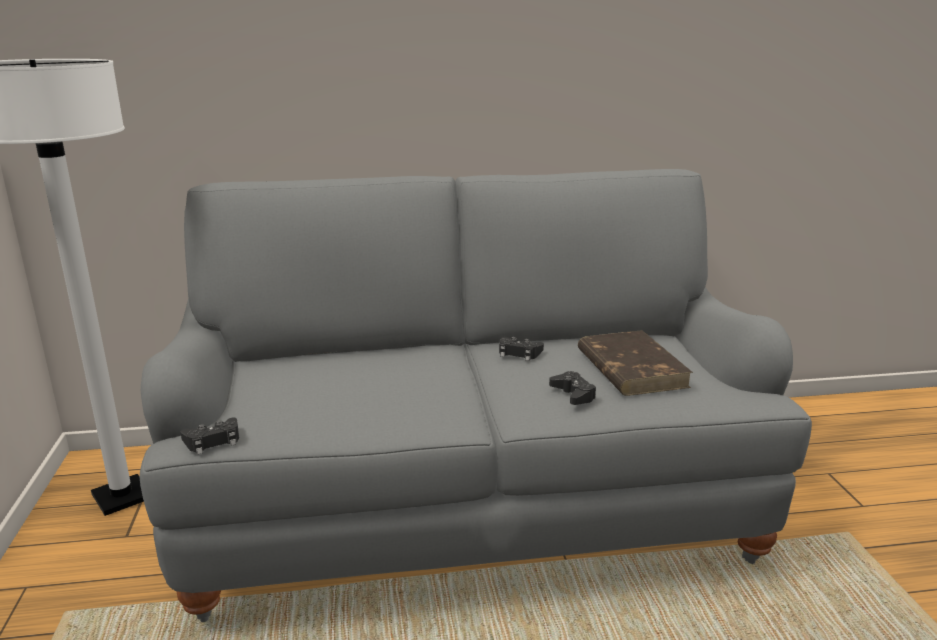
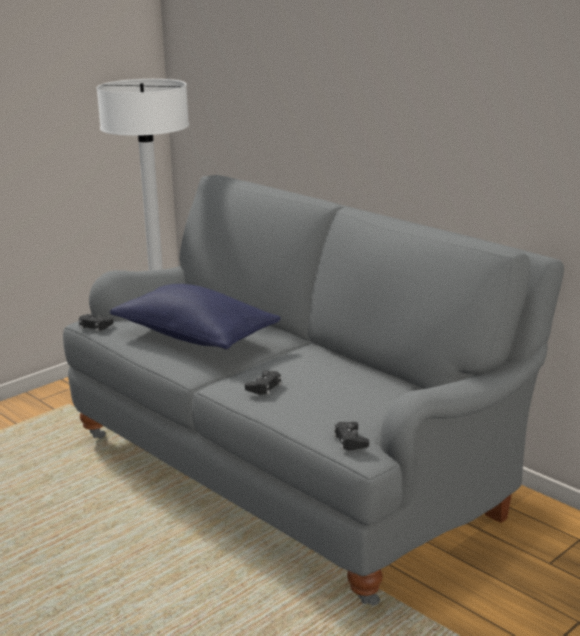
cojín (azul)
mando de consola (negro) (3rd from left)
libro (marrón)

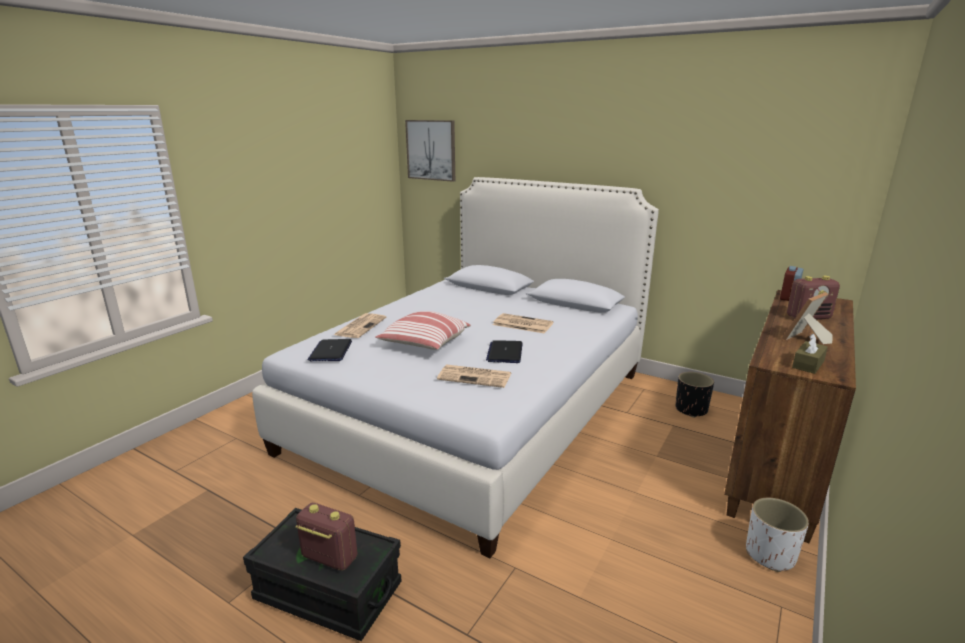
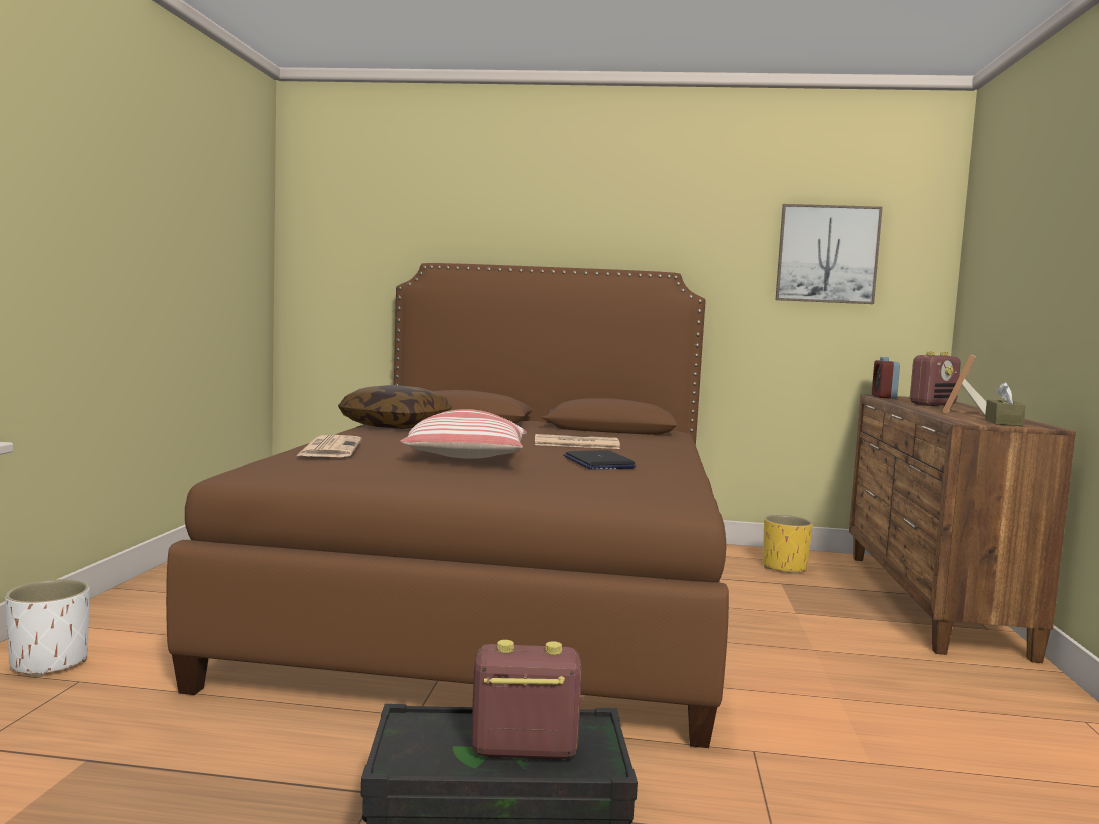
maceta (blanco)
cama (marrón)
cojín (1st from left)
maceta (amarillo)
cuadro
portátil (1st from left in the first image)
periódico (2nd from left in the first image)

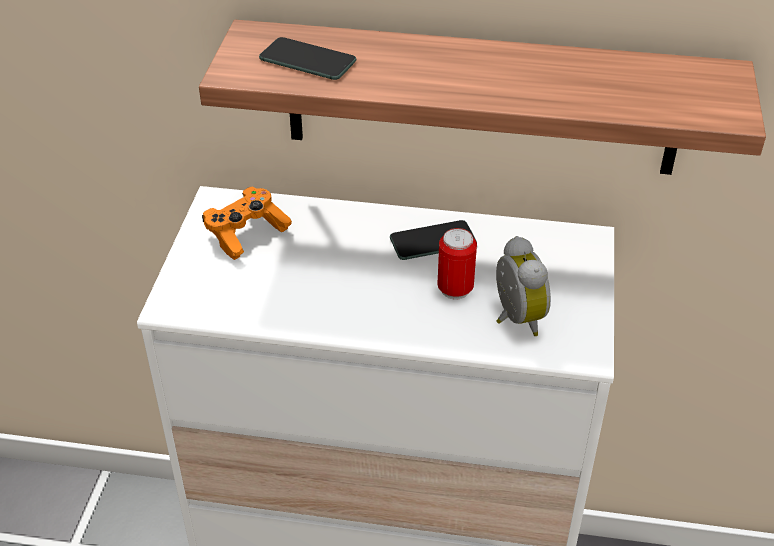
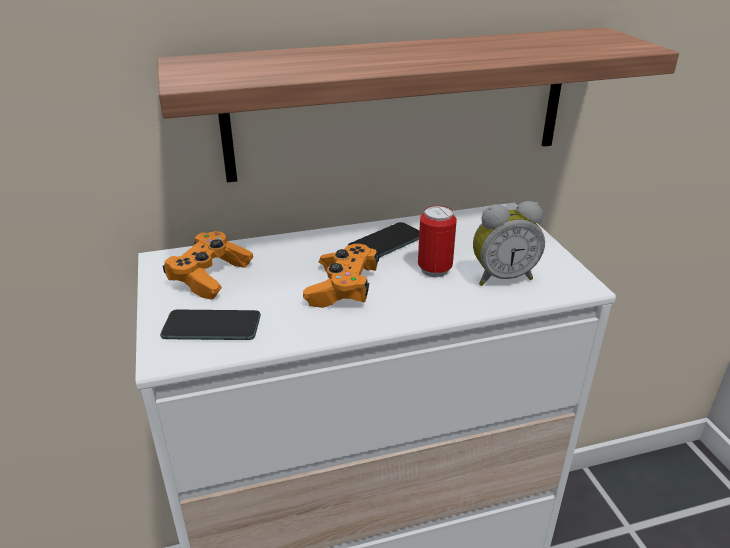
móvil (1st from left)
mando de consola (naranja) (2nd from left)
despertador

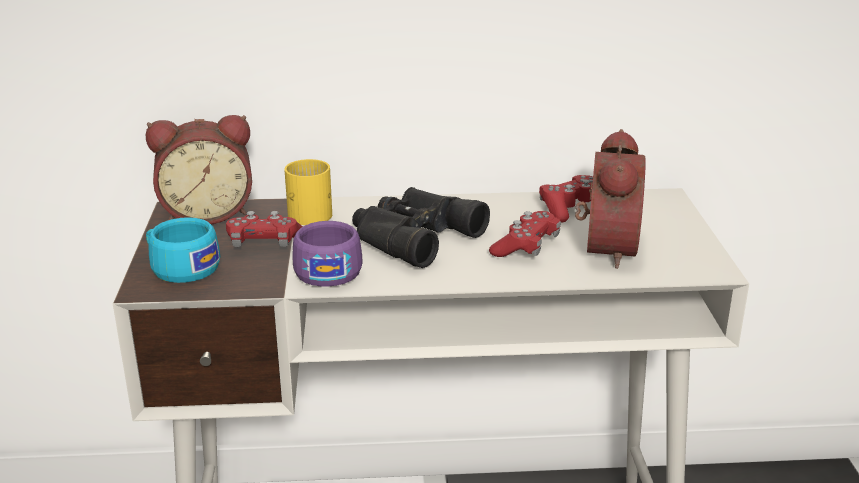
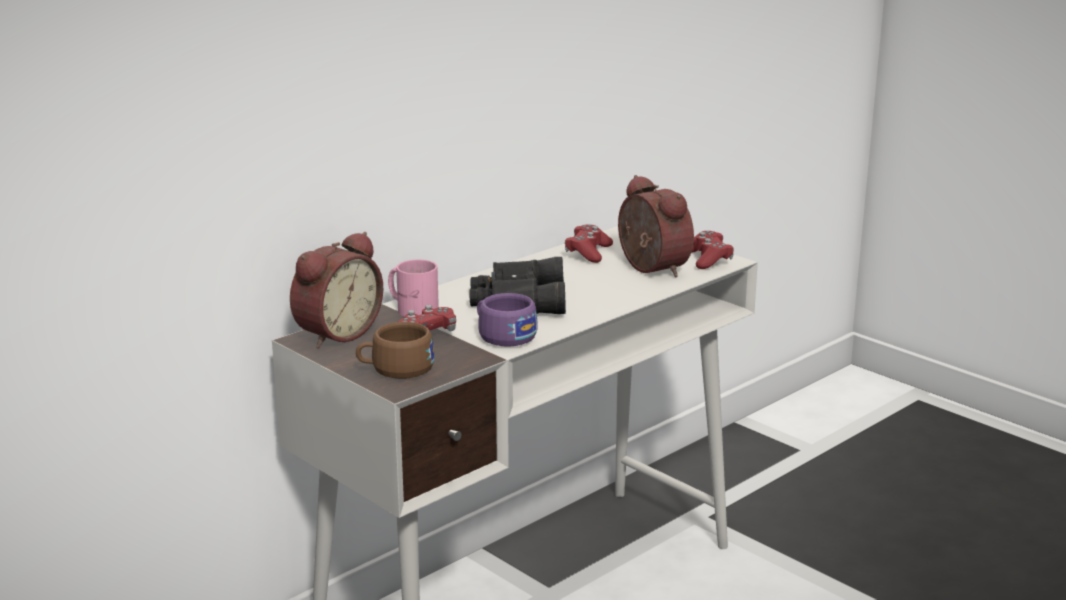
taza (marrón)
taza grande (rosa)
mando de consola (rojo) (3rd from left)

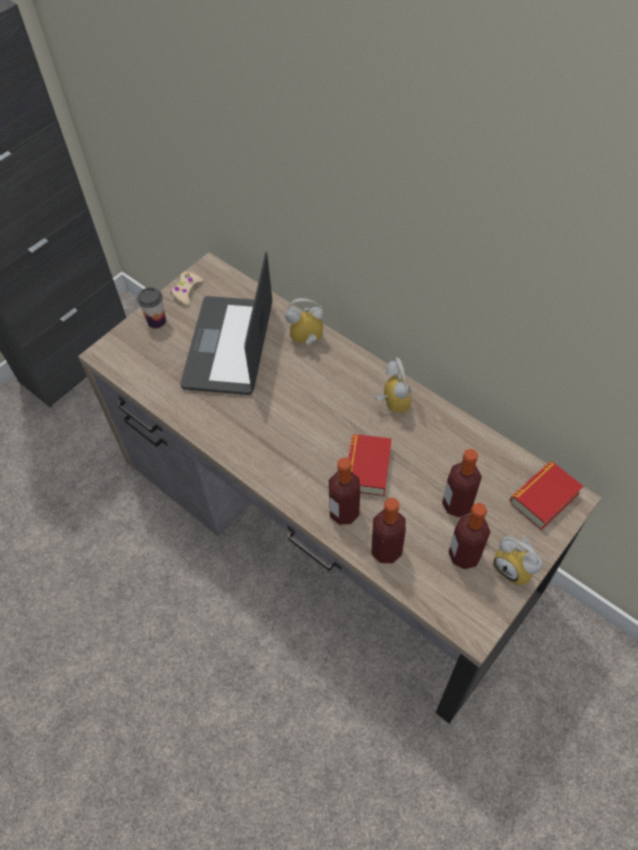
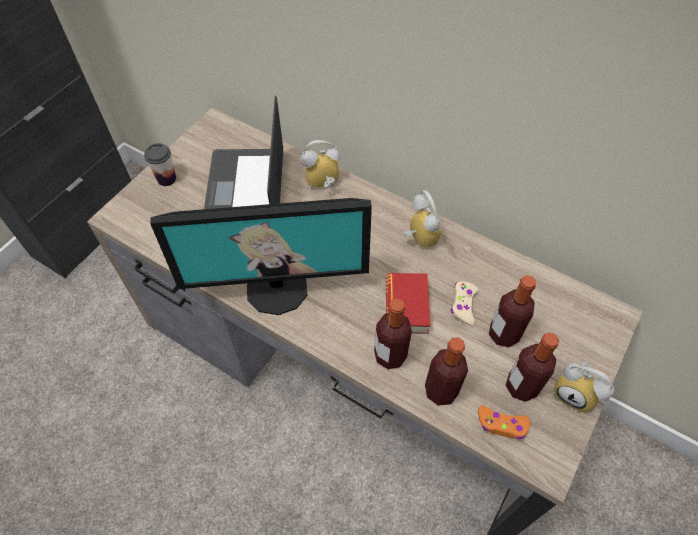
monitor
mando de consola (beis)
mando de consola (naranja)
libro (2nd from left in the first image)

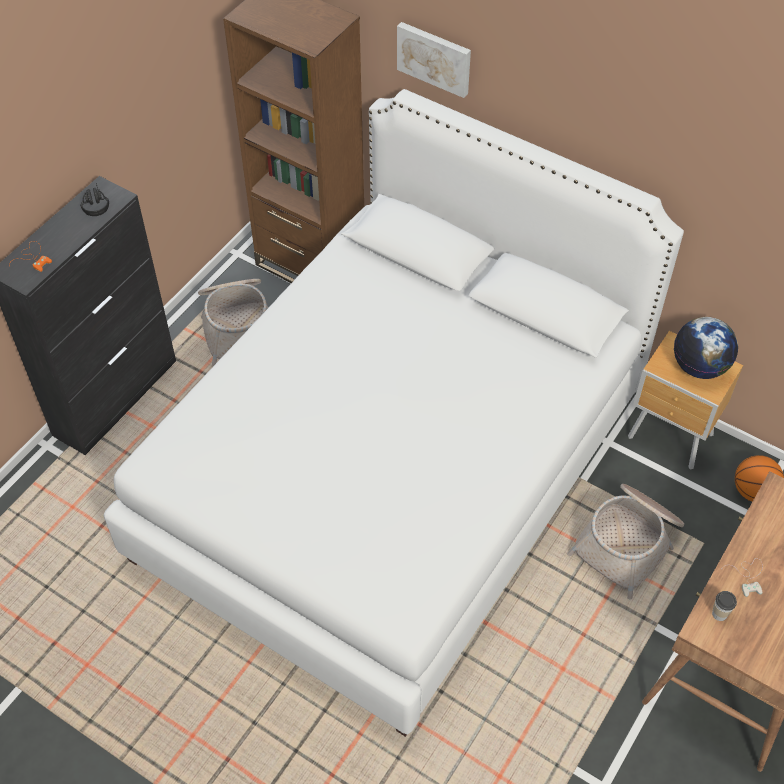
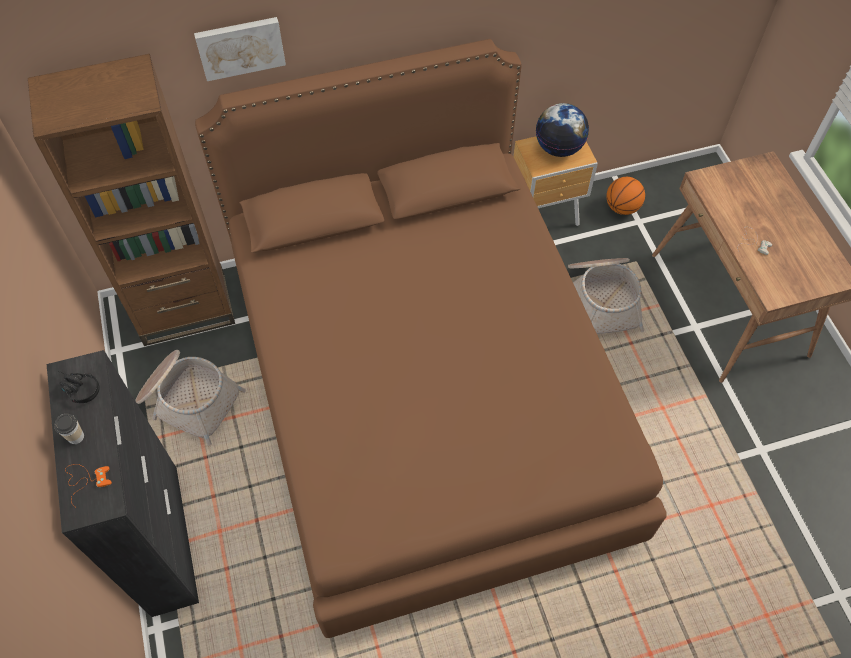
taza
cama (marrón)

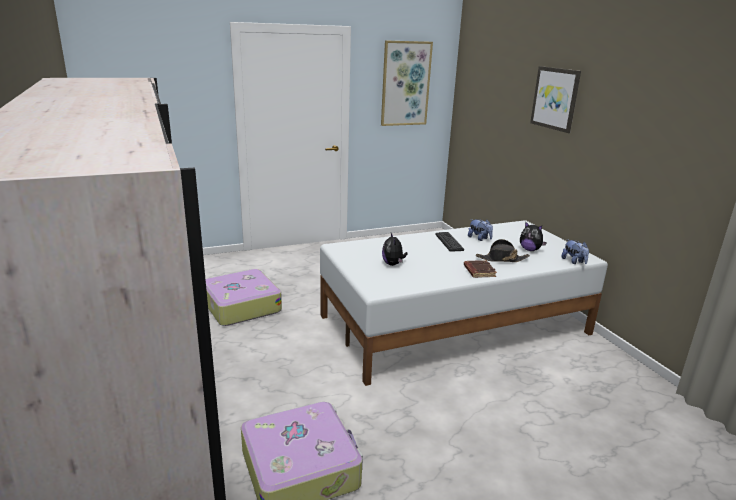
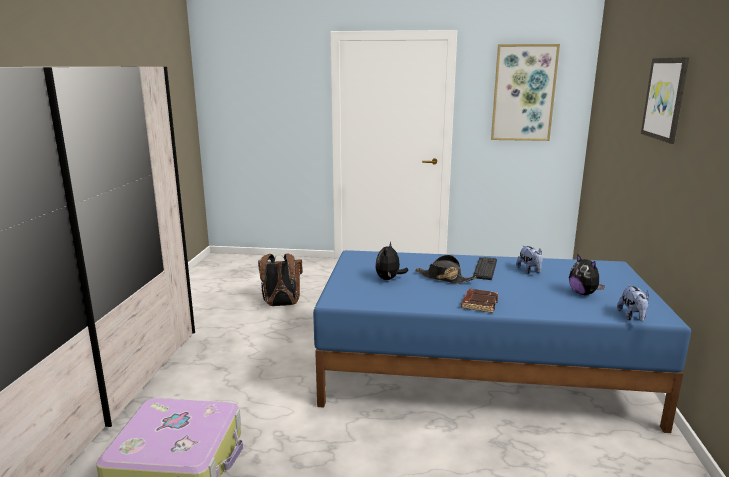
mochila (marrón)
cama (azul)
sombrero (negro)

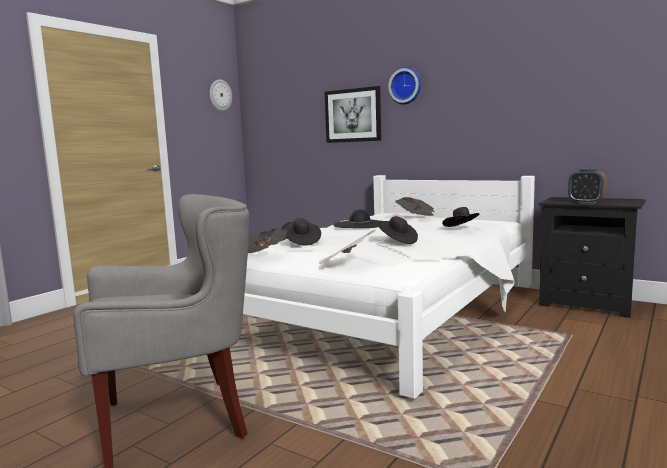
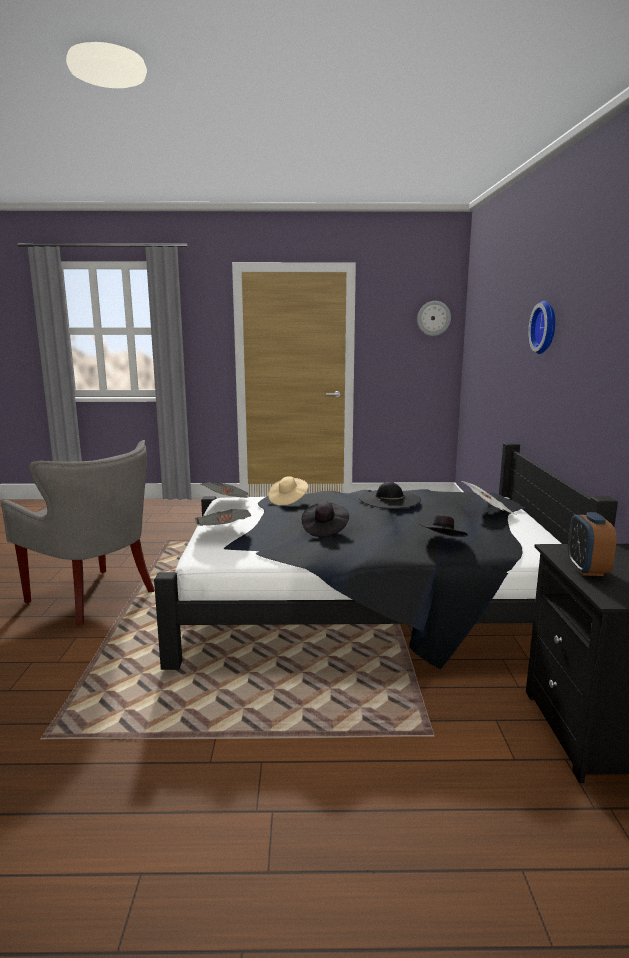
cama (negro)
sombrero (beis)
cuadro

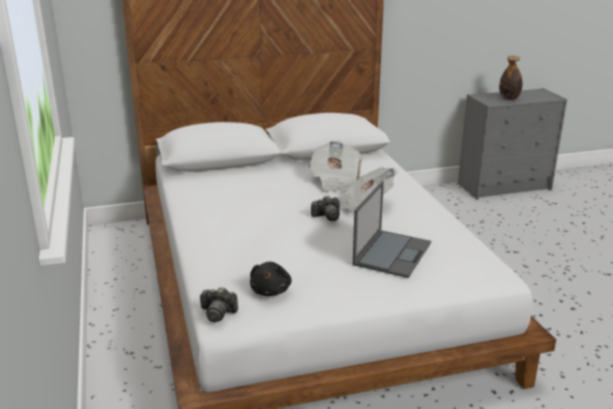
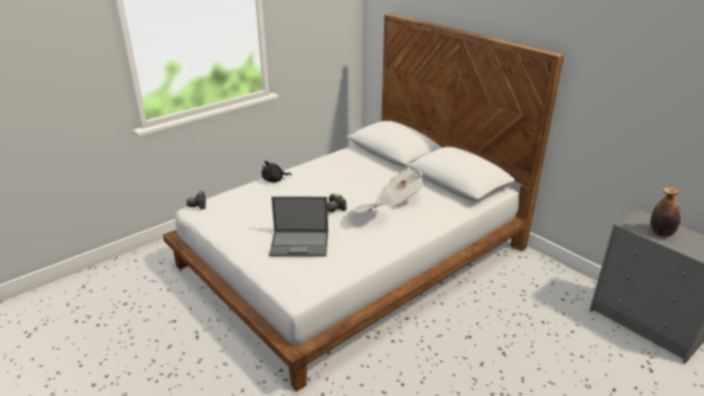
peluche (negro)

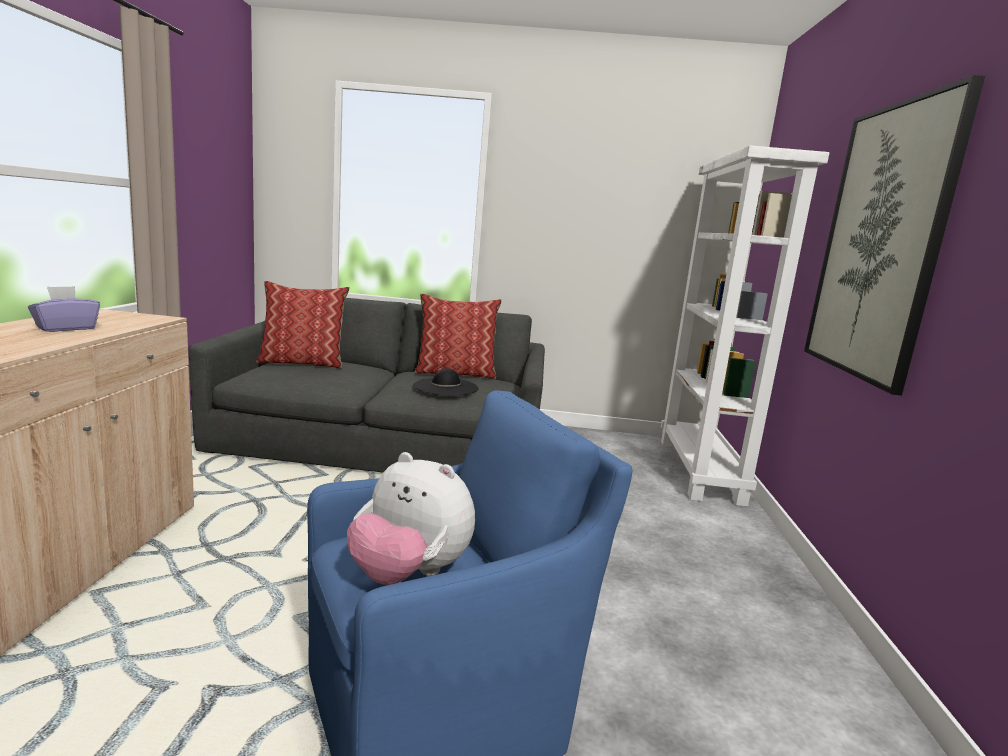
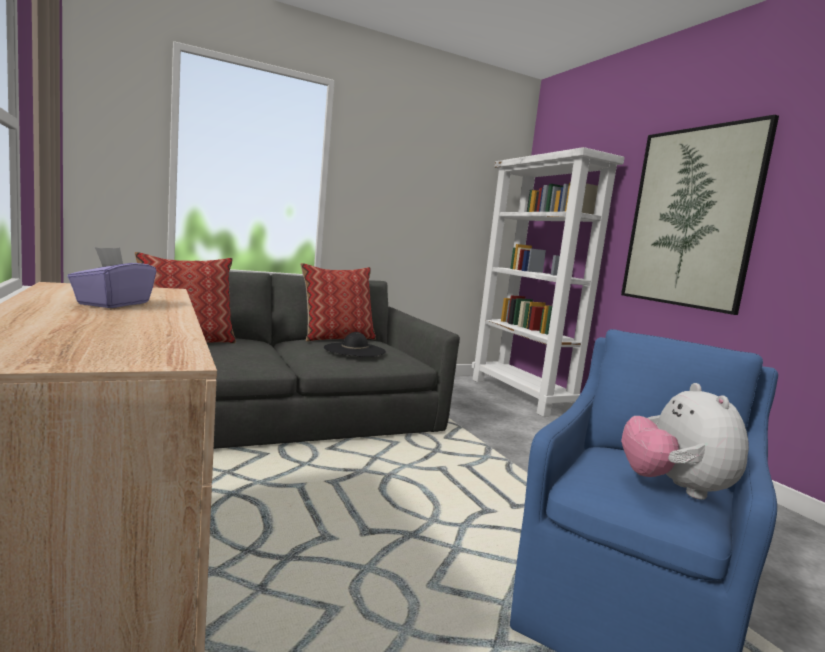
peluche

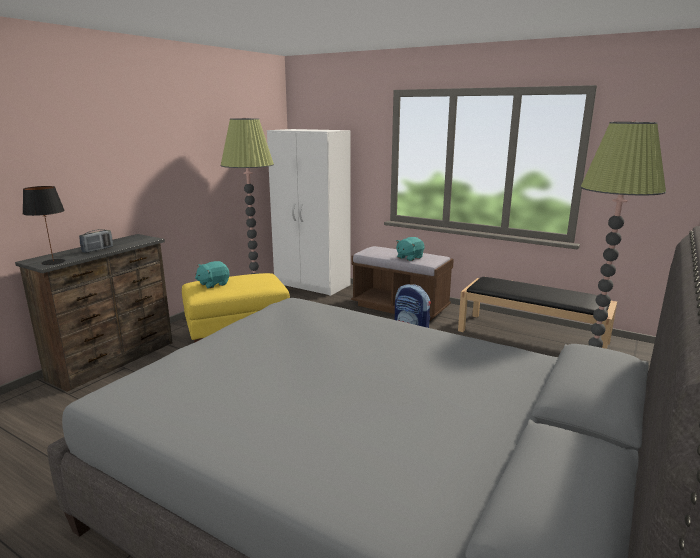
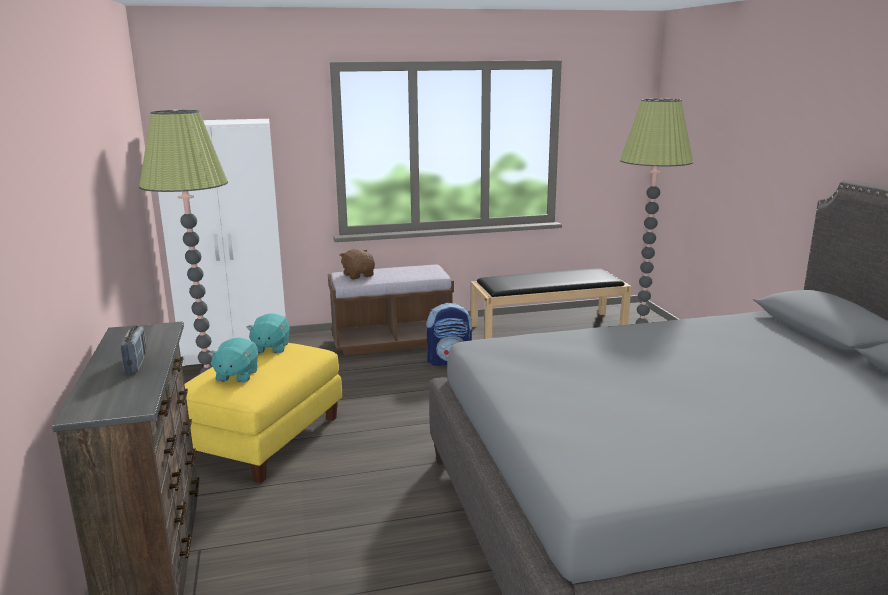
peluche (turquesa) (2nd from left)
peluche (marrón)
lámpara de mesa (negro)

